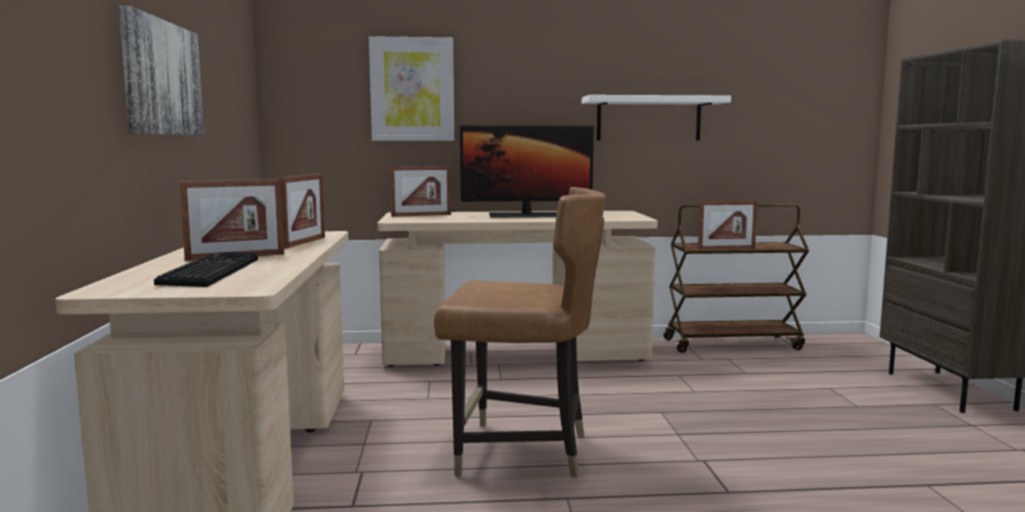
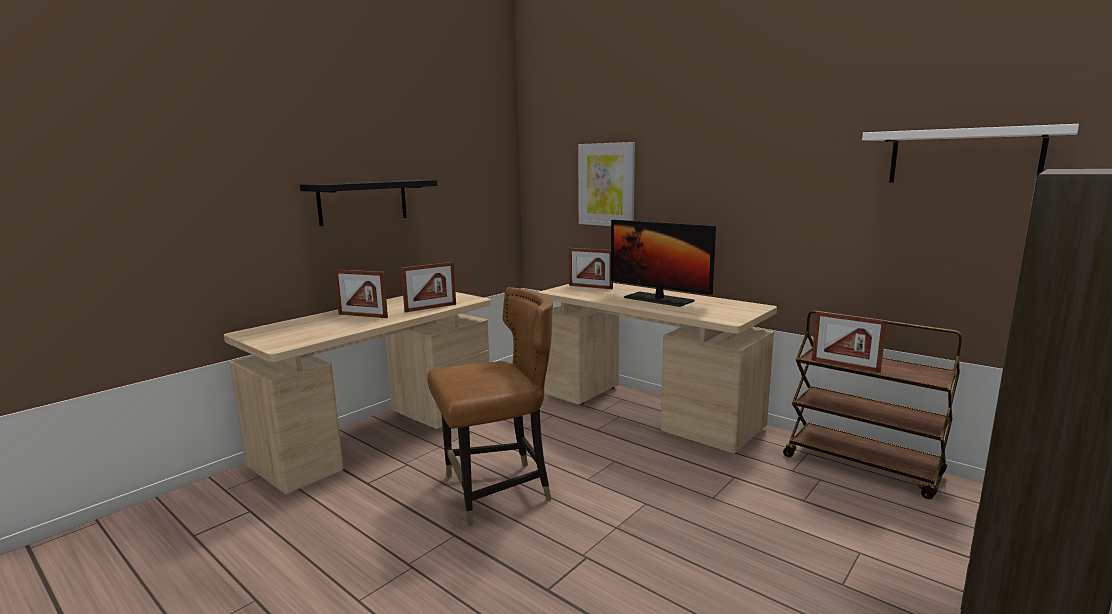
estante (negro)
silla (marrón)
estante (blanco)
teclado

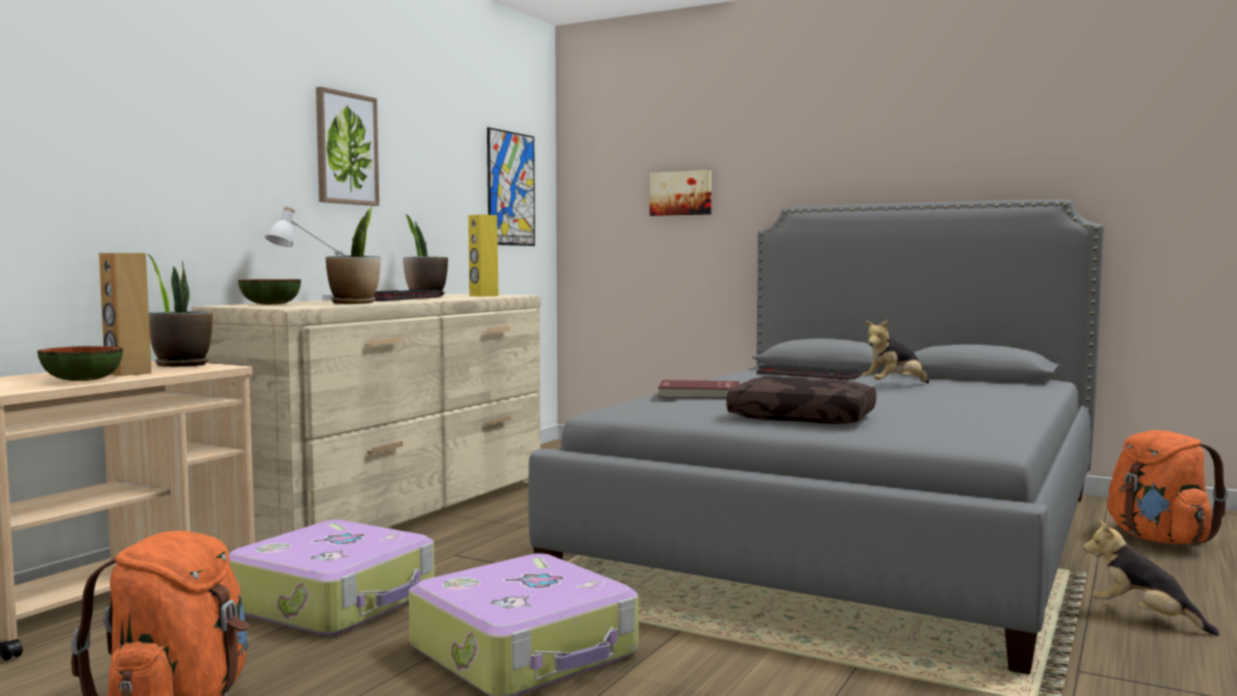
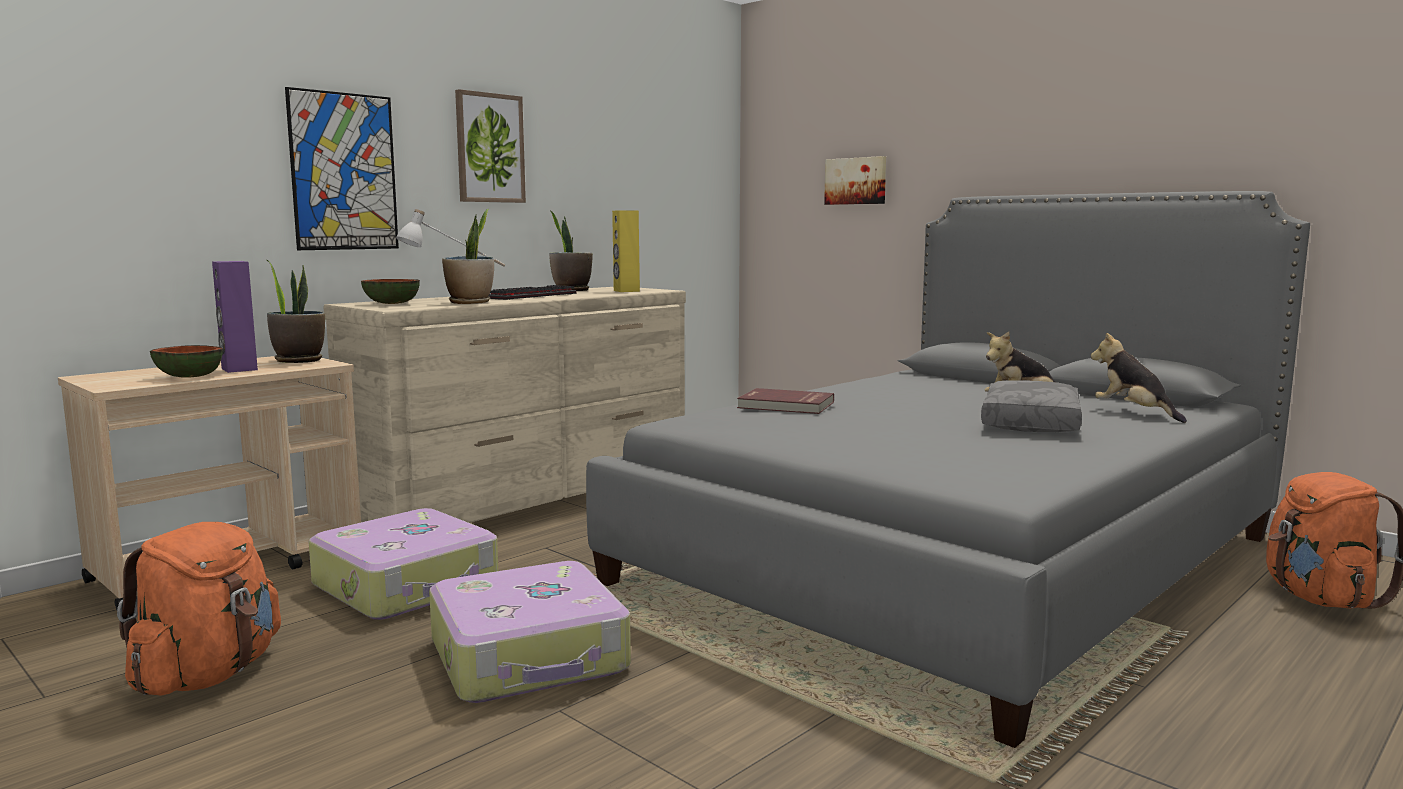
altavoz (morado)
cuadro (1st from left)
cojín (gris)
peluche (2nd from left)
cojín (marrón)
teclado (2nd from left in the first image)

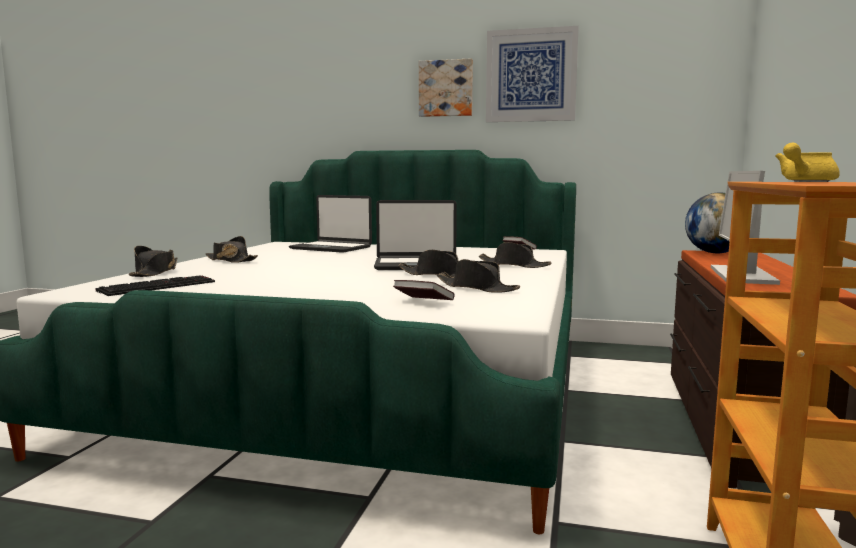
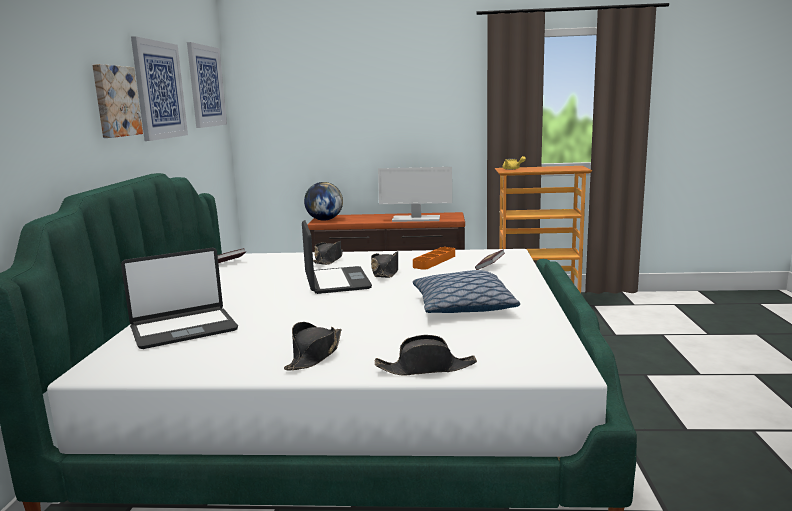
portátil (1st from left)
cuadro (3rd from left)
bandeja (naranja)
cojín
teclado

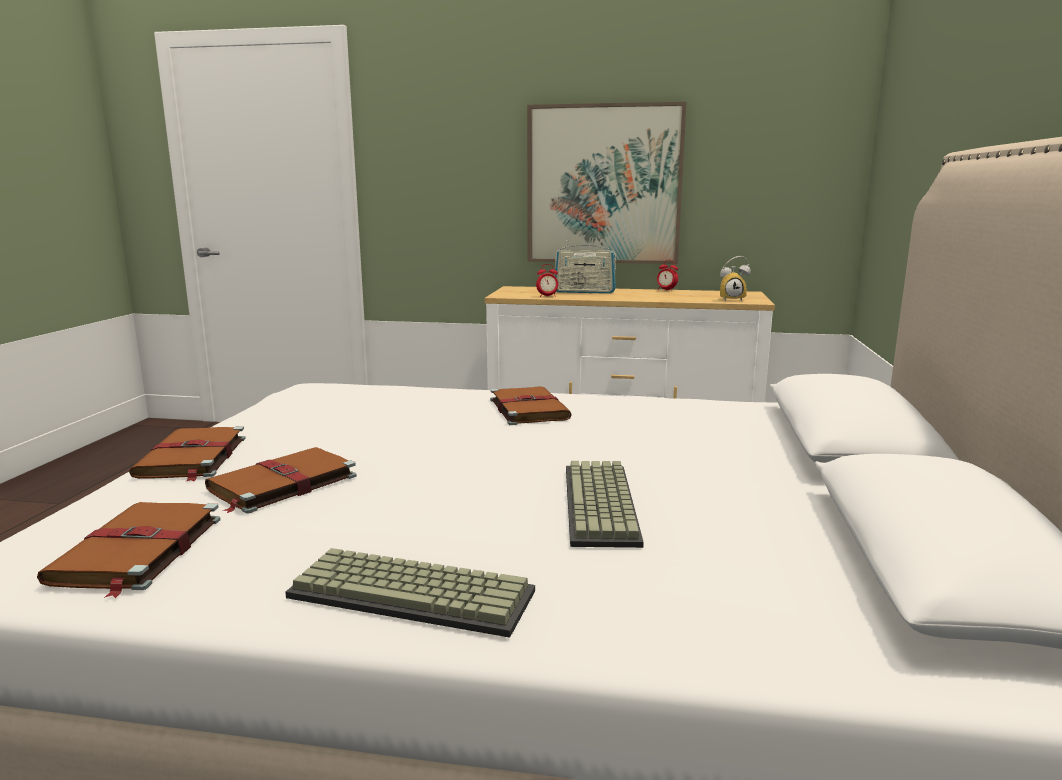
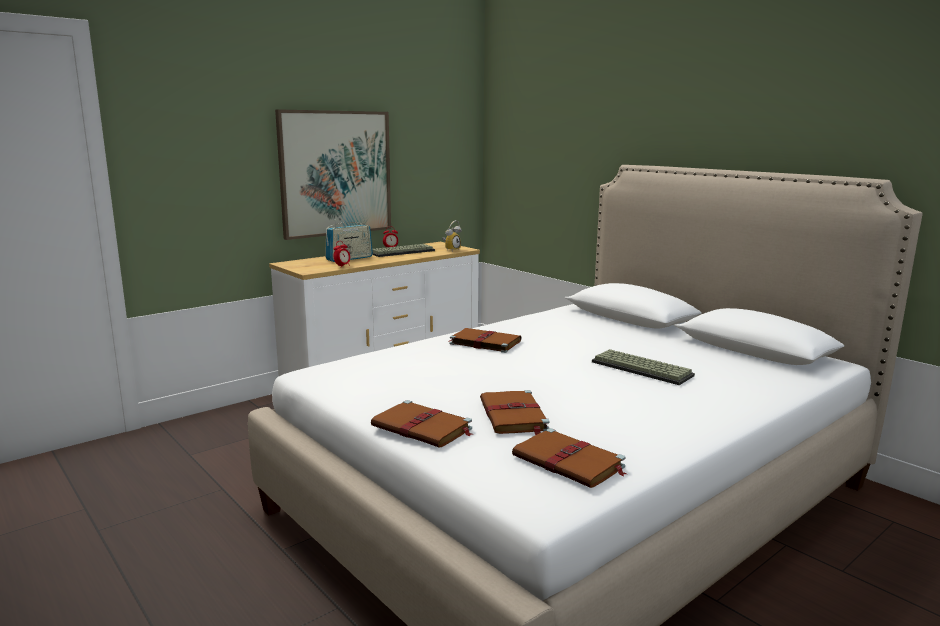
teclado (1st from left)

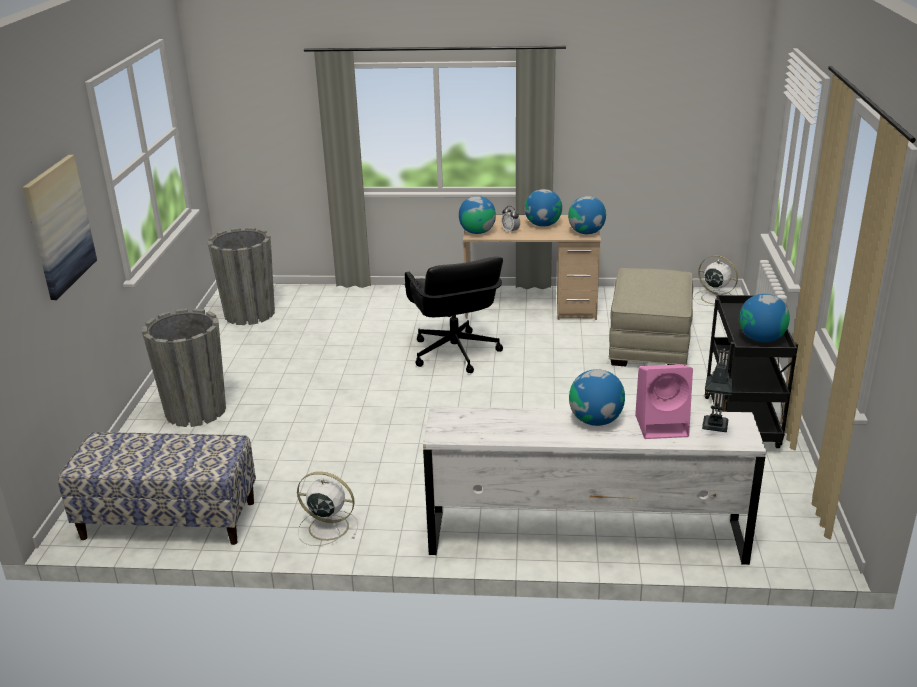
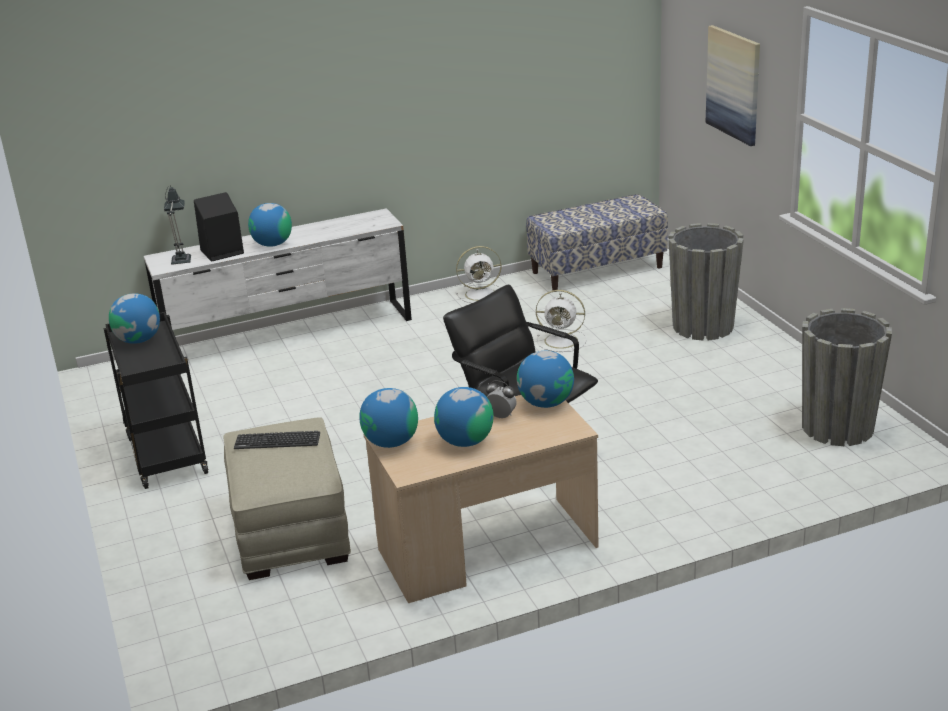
altavoz (negro)
teclado
ventilador (blanco) (2nd from left)

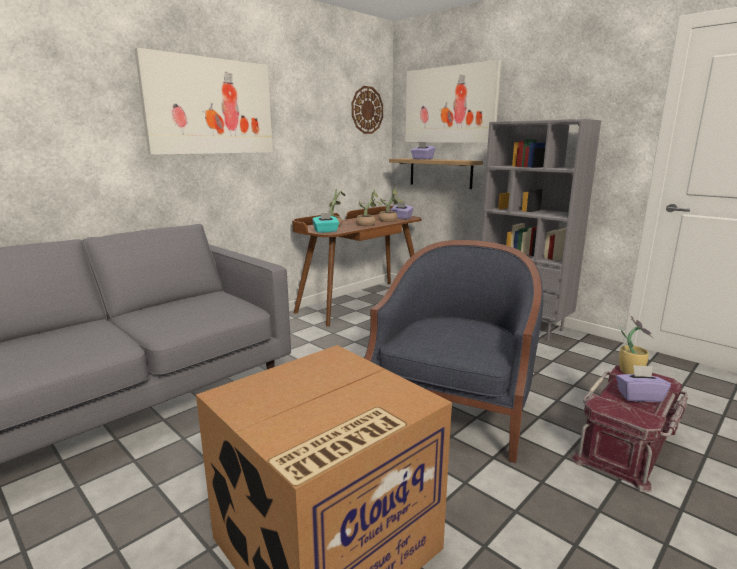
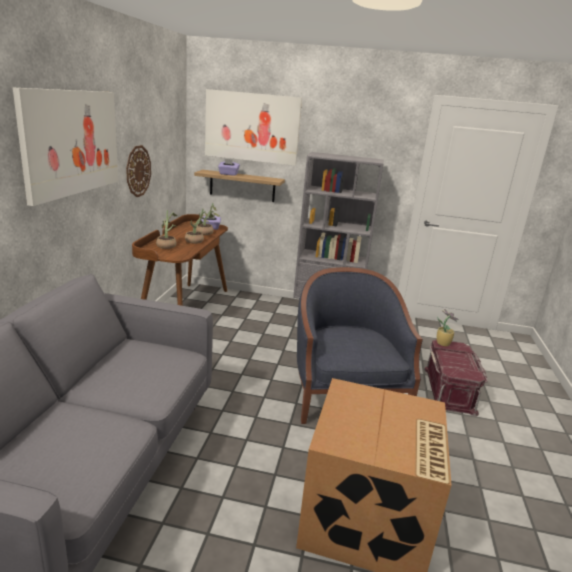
reloj de pared
caja de pañuelos (turquesa)
caja de pañuelos (morado) (3rd from left in the first image)

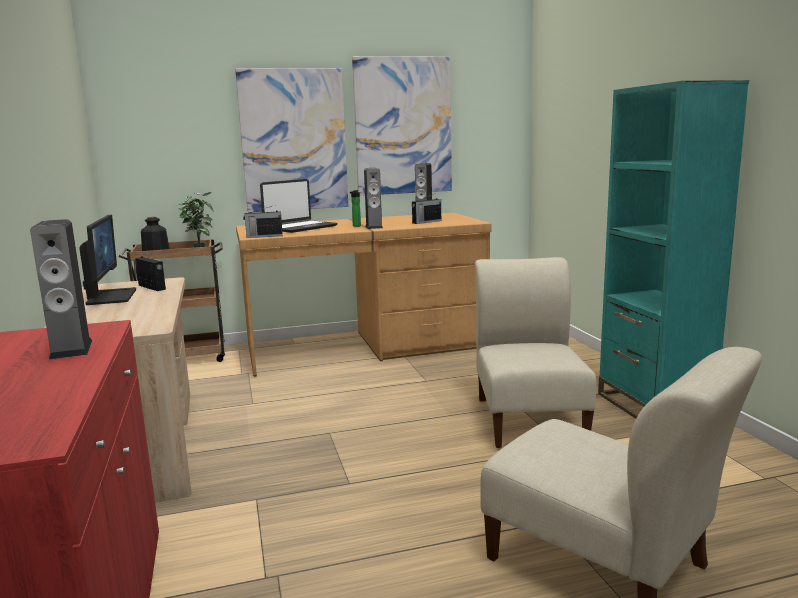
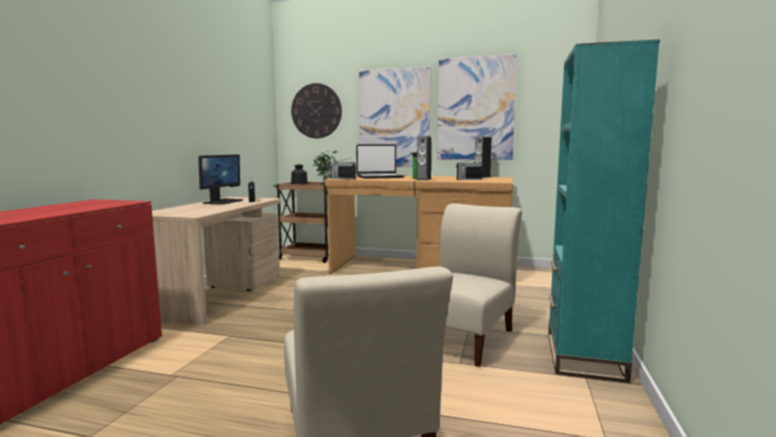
reloj de pared
altavoz (1st from left in the first image)

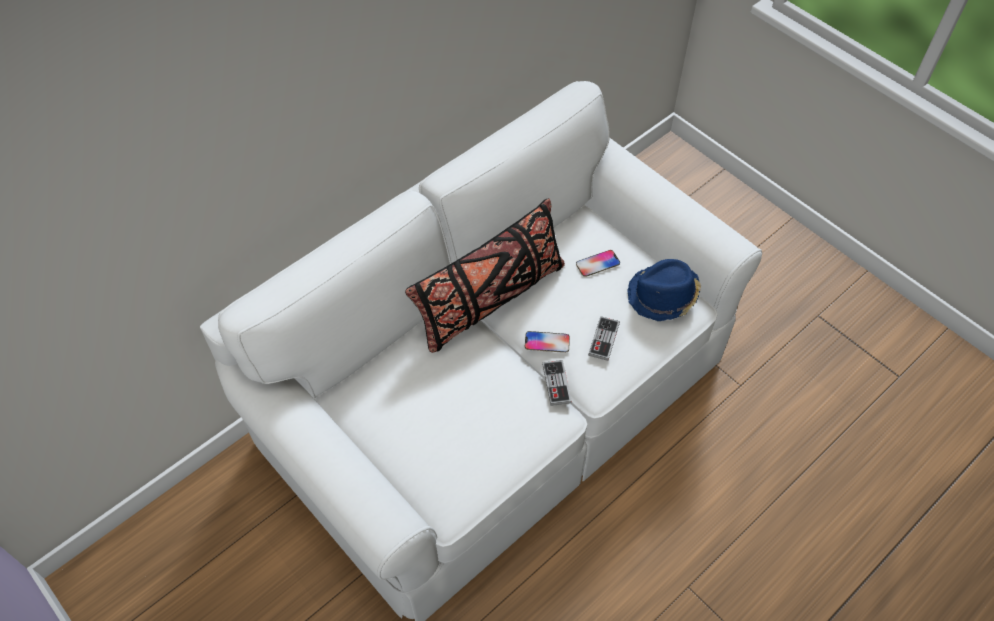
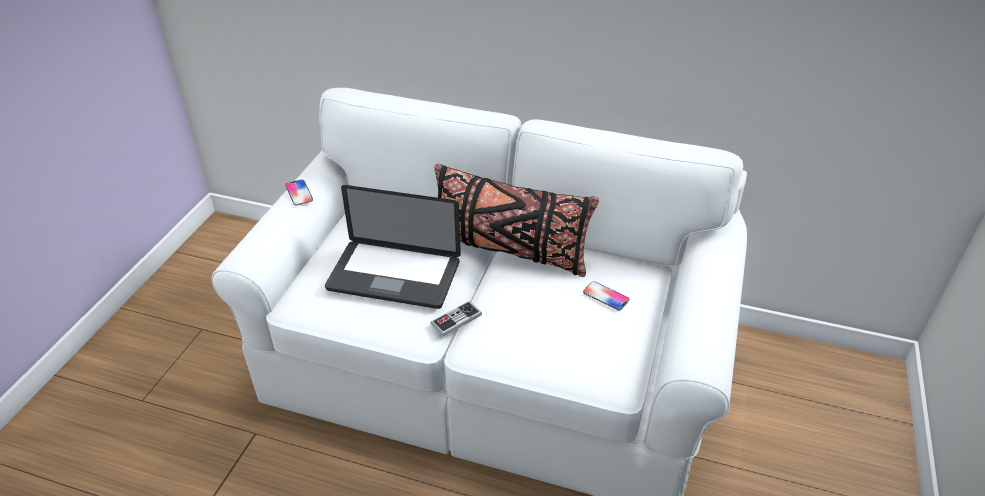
móvil (1st from left)
portátil
mando de consola (2nd from left in the first image)
sombrero (azul)

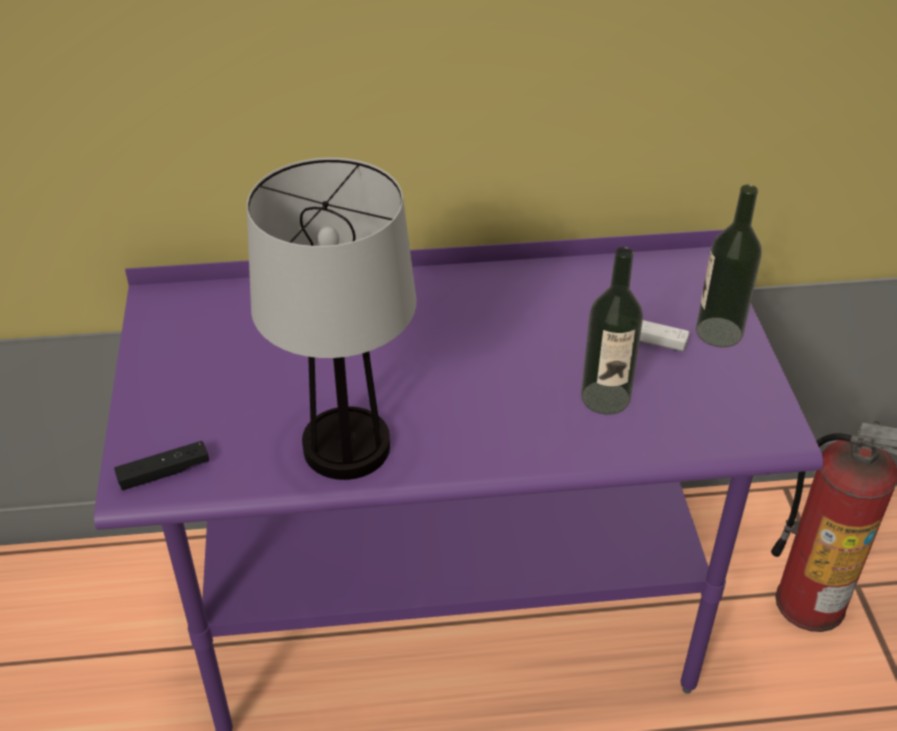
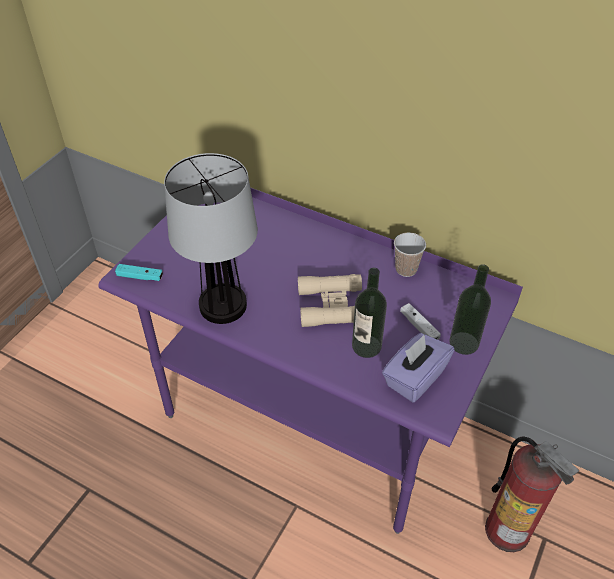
mando de consola (turquesa)
prismáticos (beis)
caja de pañuelos (morado)
taza

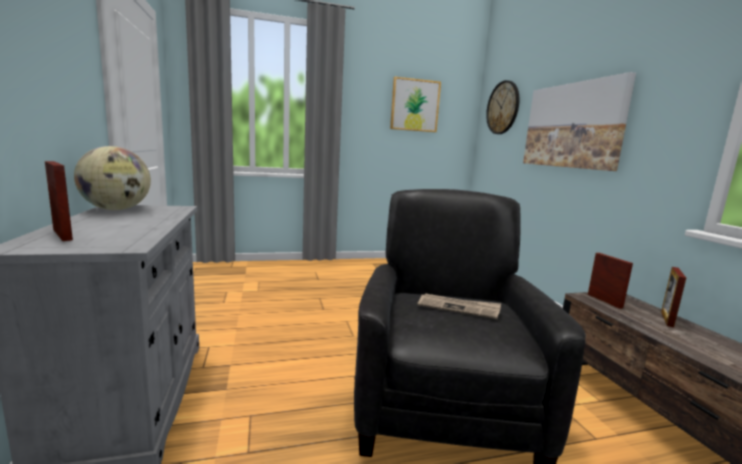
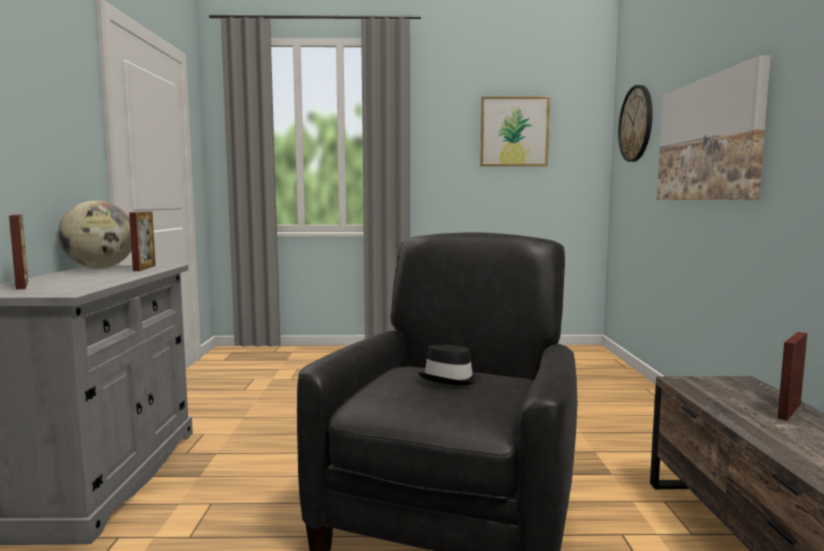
portarretratos (2nd from left)
sombrero (negro)

